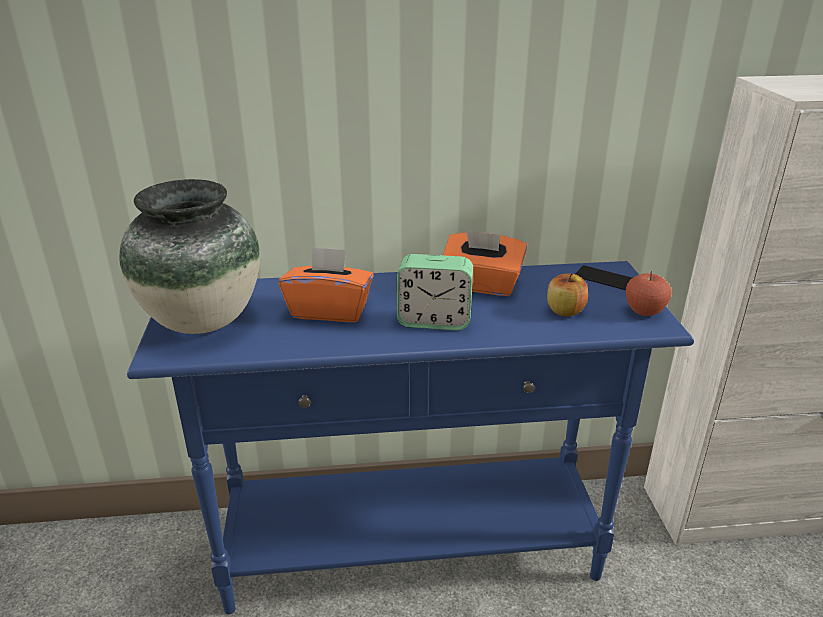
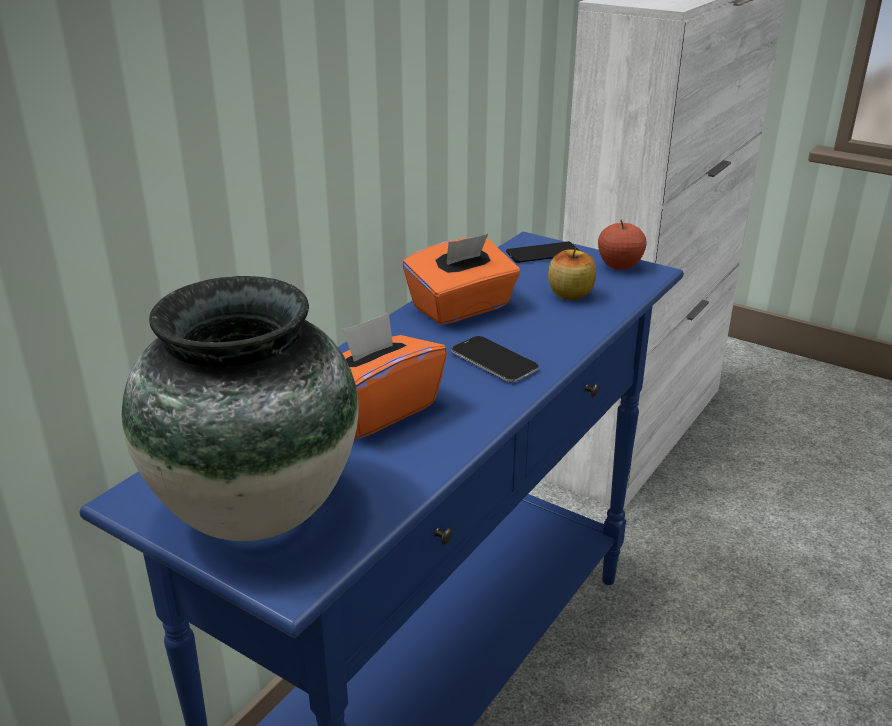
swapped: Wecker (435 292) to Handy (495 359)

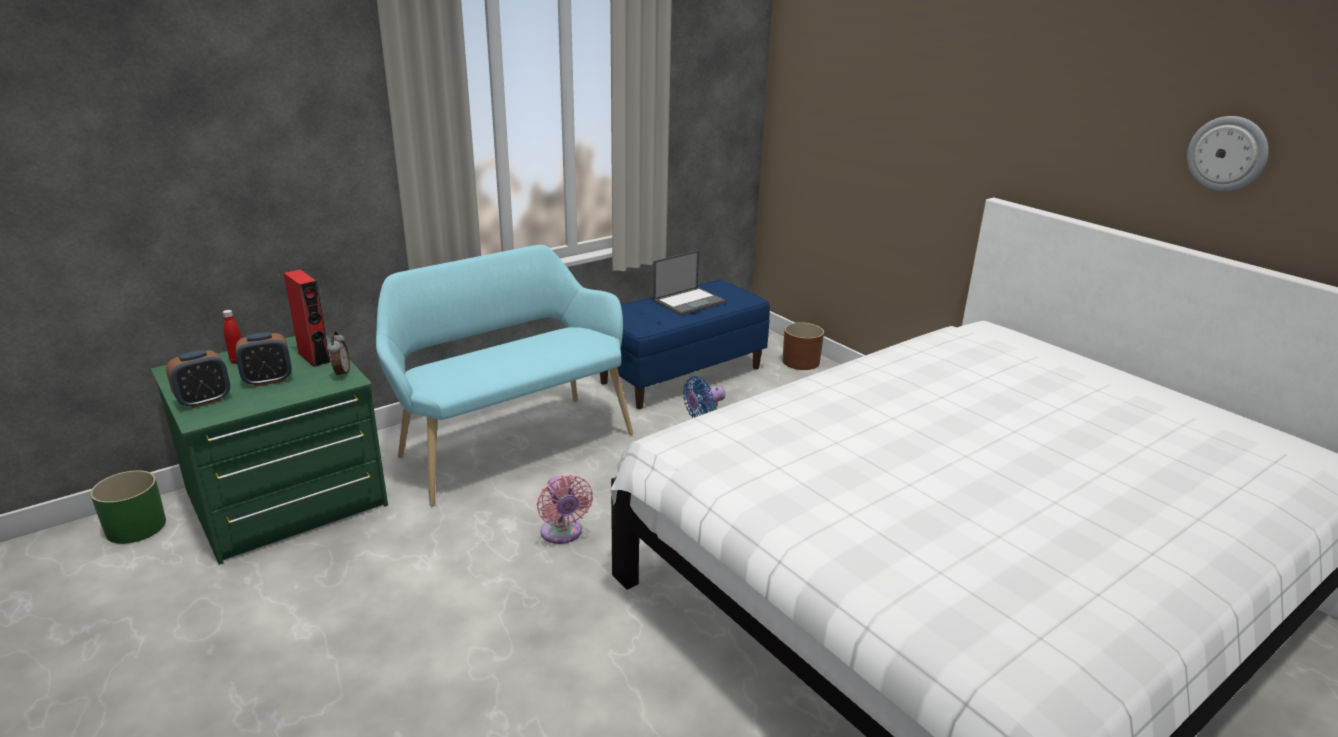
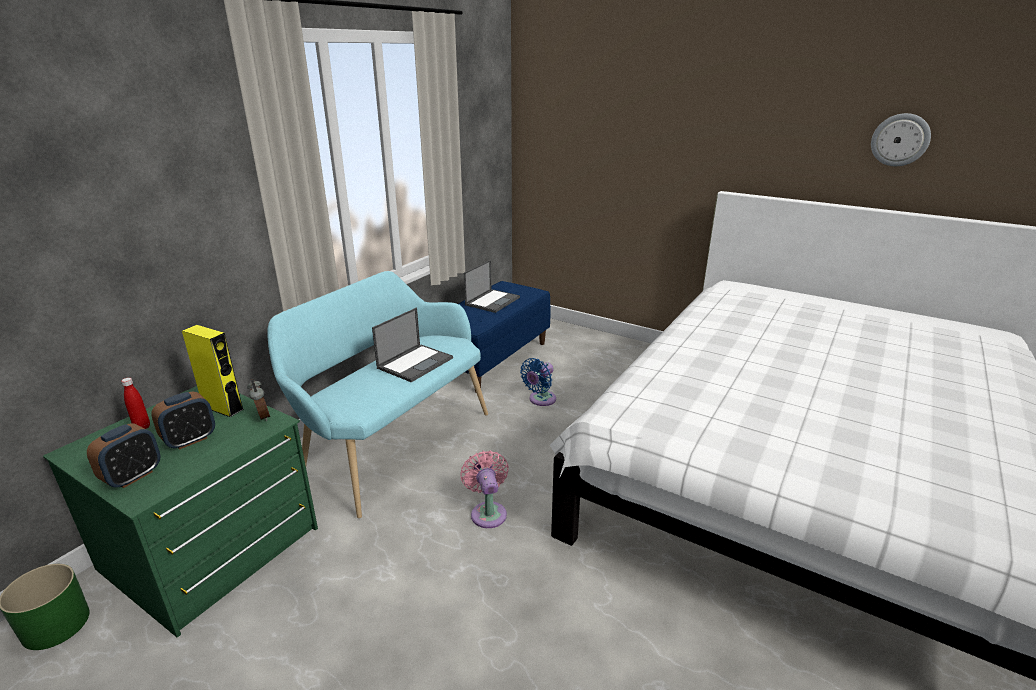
gone: Pflanzkübel/braun (803 346)
new: Laptop (412 344)
repainted: Lautsprecher/rot (307 318) to Lautsprecher/gelb (213 371)
rotated: Ventilator/rosa (565 509) = (484 489) 150 degrees counterclockwise

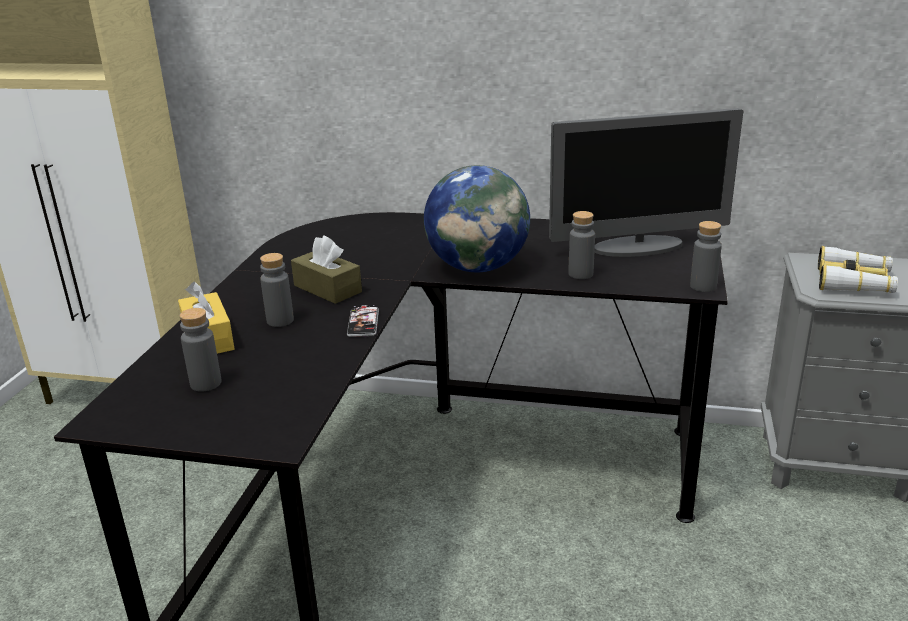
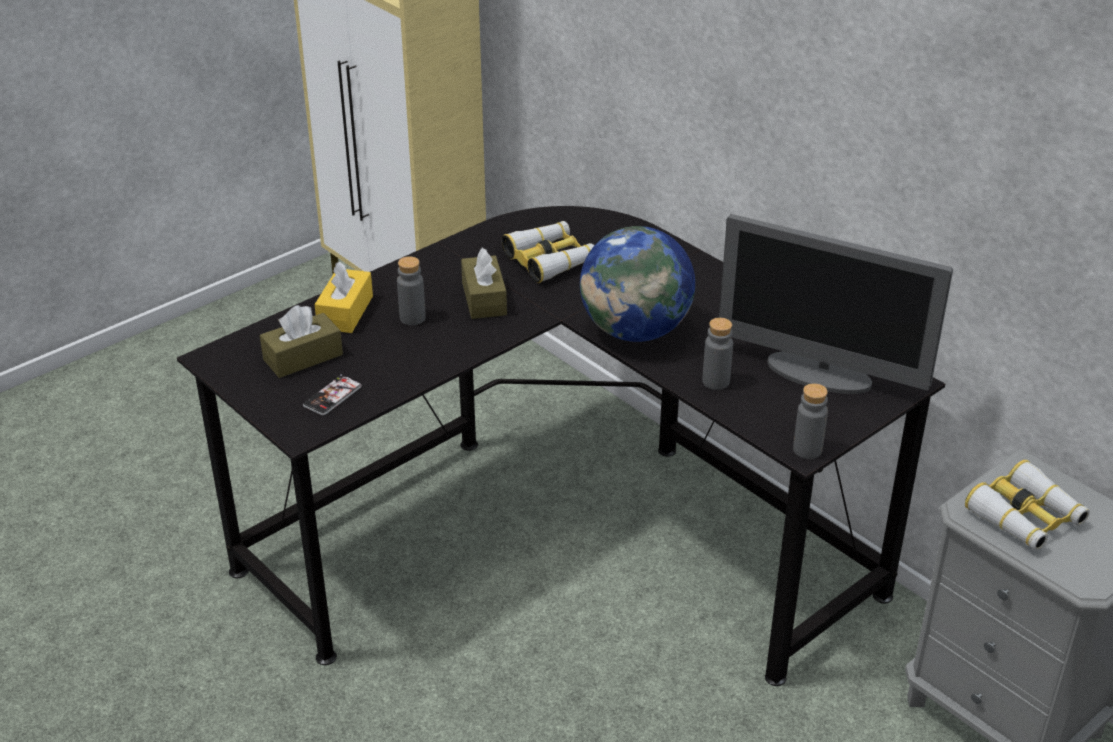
new: Fernglas (548 252)
shifted: Handy (363 321) to (332 395)
swapped: Flasche/grau (200 350) to Taschentuchbox/braun (301 341)

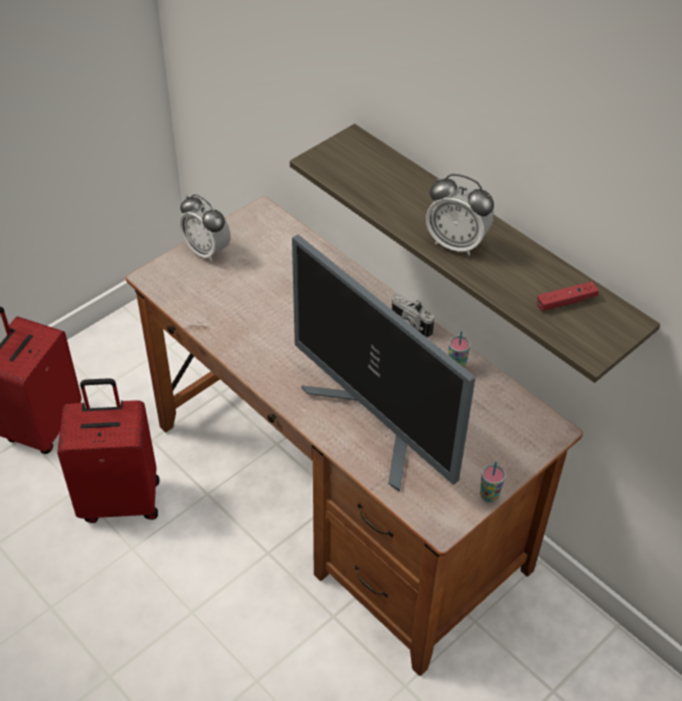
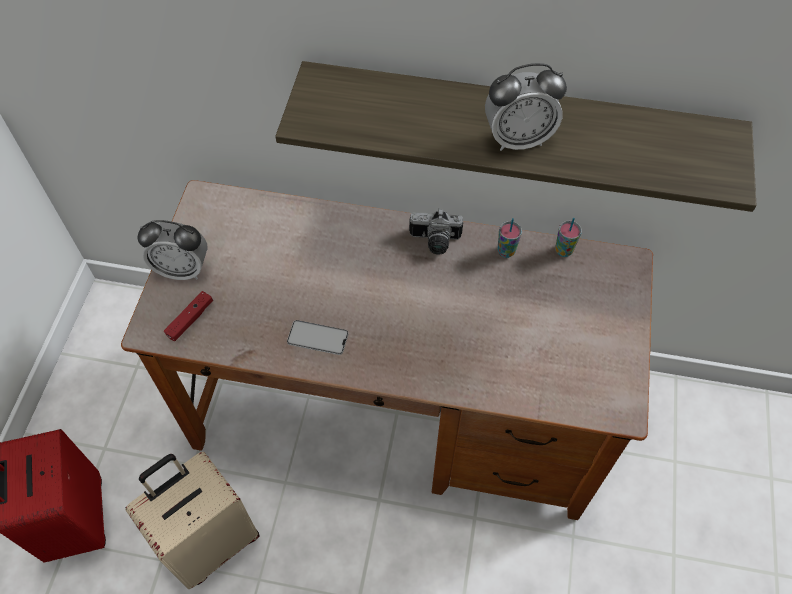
gone: Monitor (383 363)
new: Handy (317 337)
shifted: Tasse (493 482) to (568 237); Gamepad/rot (568 296) to (188 316)
repainted: Koffer/rot (108 450) to Koffer/beige (192 520)

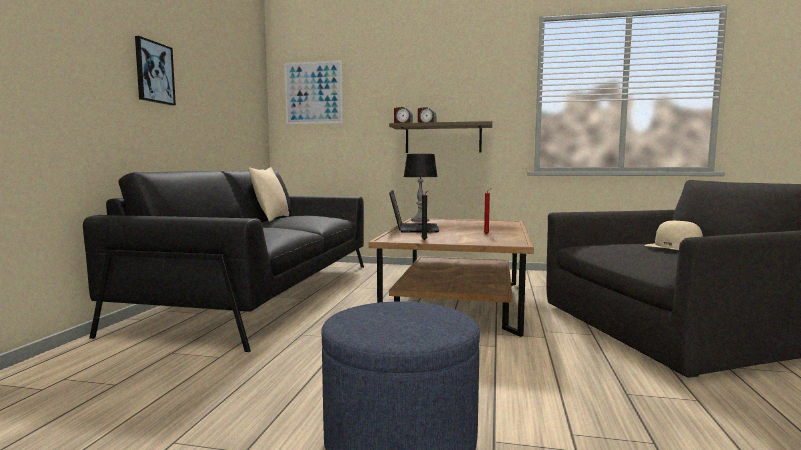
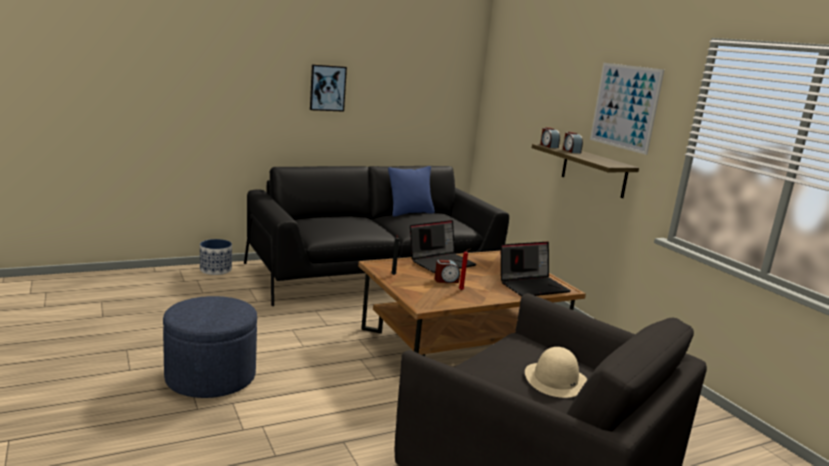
gone: Tischlampe (420 188)
new: Pflanzkübel (216 257); Wecker (447 271); Laptop (536 269)
shifted: Bild (314 92) to (627 109)
repainted: Kissen/beige (269 194) to Kissen/blau (411 191)

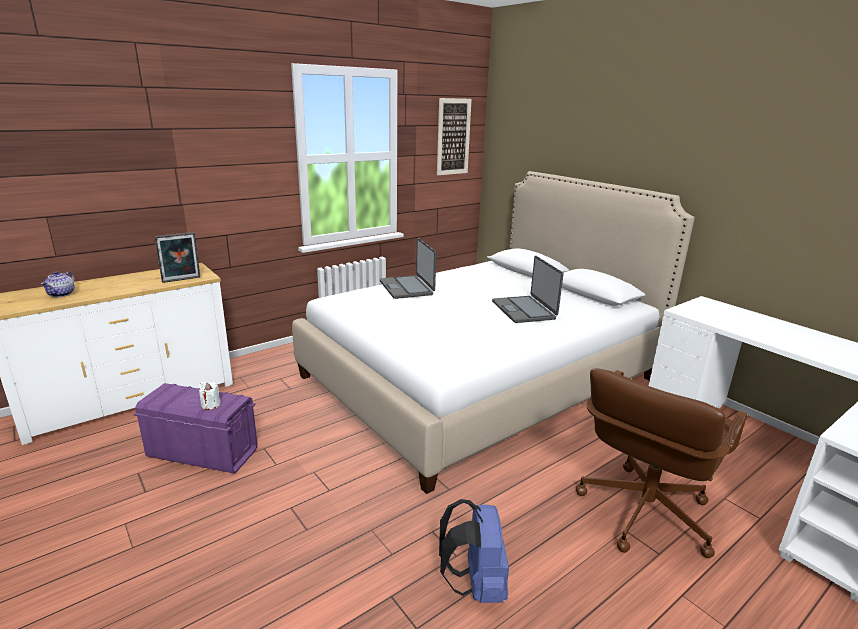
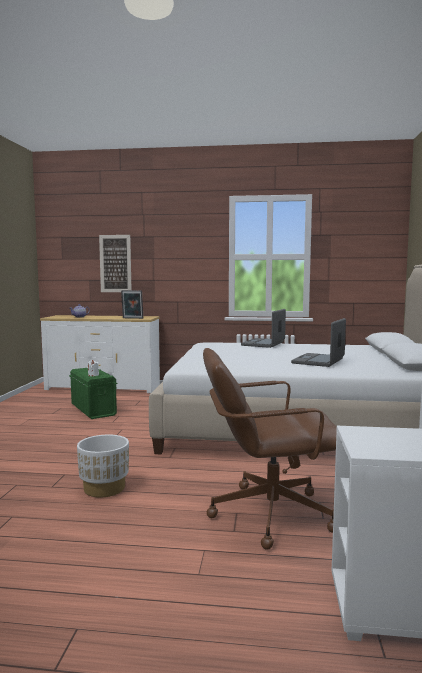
shifted: Bild (454 136) to (115 263)
swapped: Rucksack/blau (474 551) to Pflanzkübel/weiß (103 466)
repainted: Aufbewahrungsbox/lila (196 428) to Aufbewahrungsbox/grün (93 393)

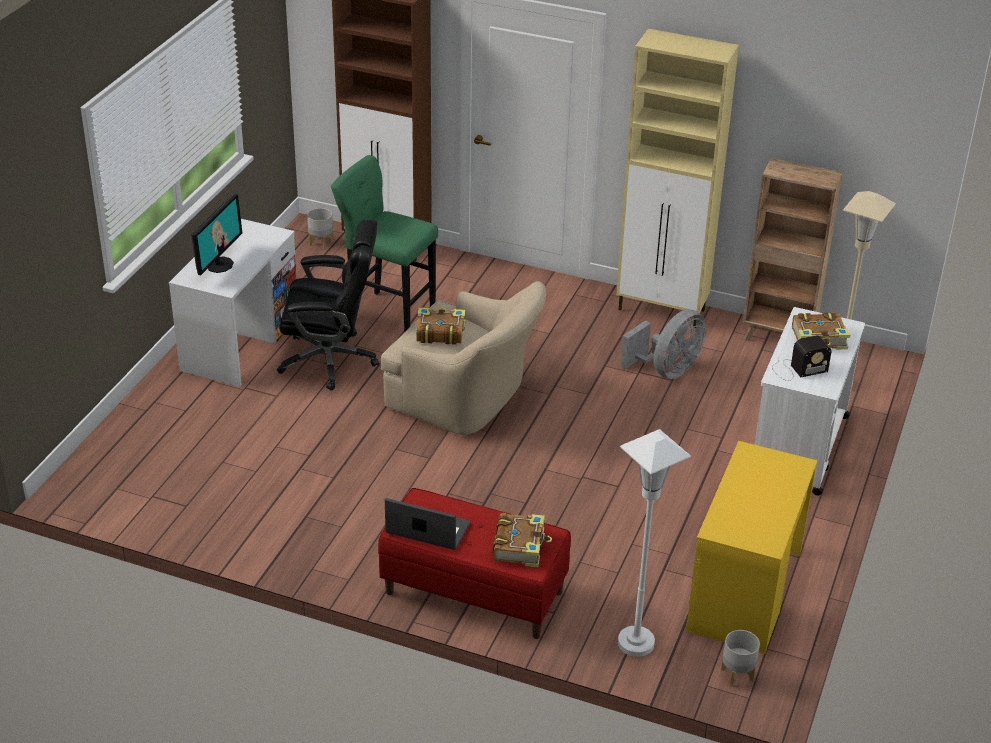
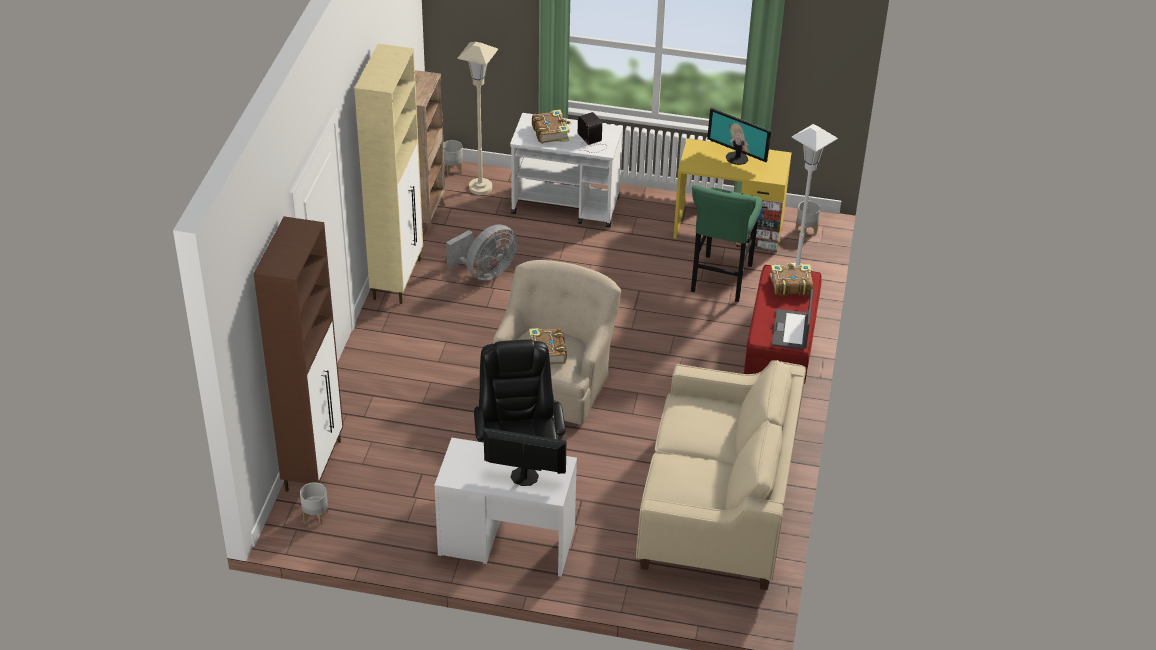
new: Pflanzkübel/grau (453 158); Sofa/beige (721 475); Monitor (739 136)
shifted: Hocker/grün (384 243) to (726 243)
rotated: Ventilator/grau (663 344) = (481 252) 105 degrees clockwise

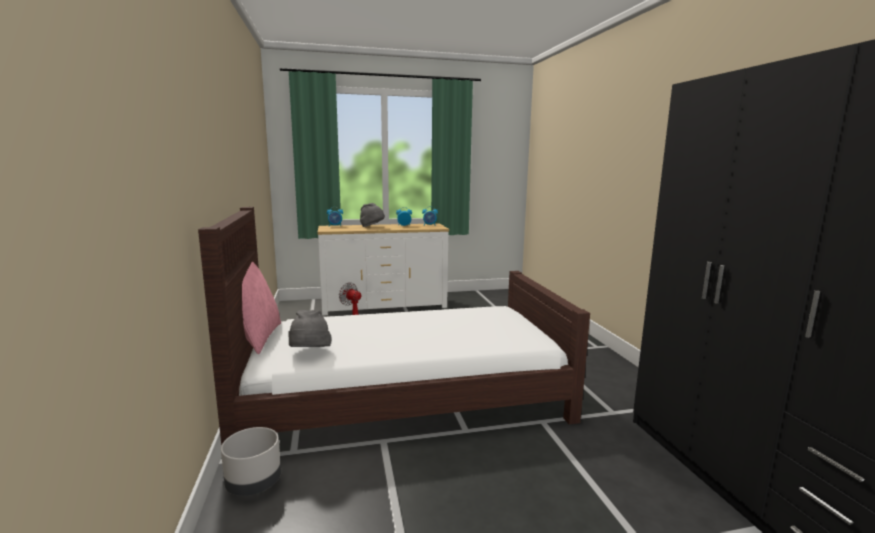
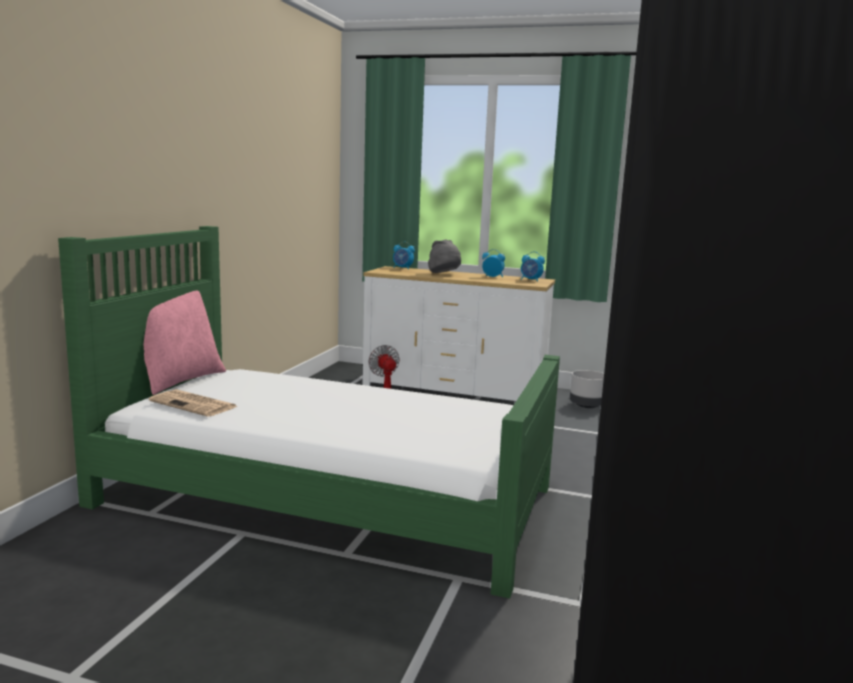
shifted: Pflanzkübel/grau (251 461) to (587 389)
swapped: Hut/grau (310 328) to Zeitung (193 403)
repainted: Bett/braun (394 326) to Bett/grün (309 412)

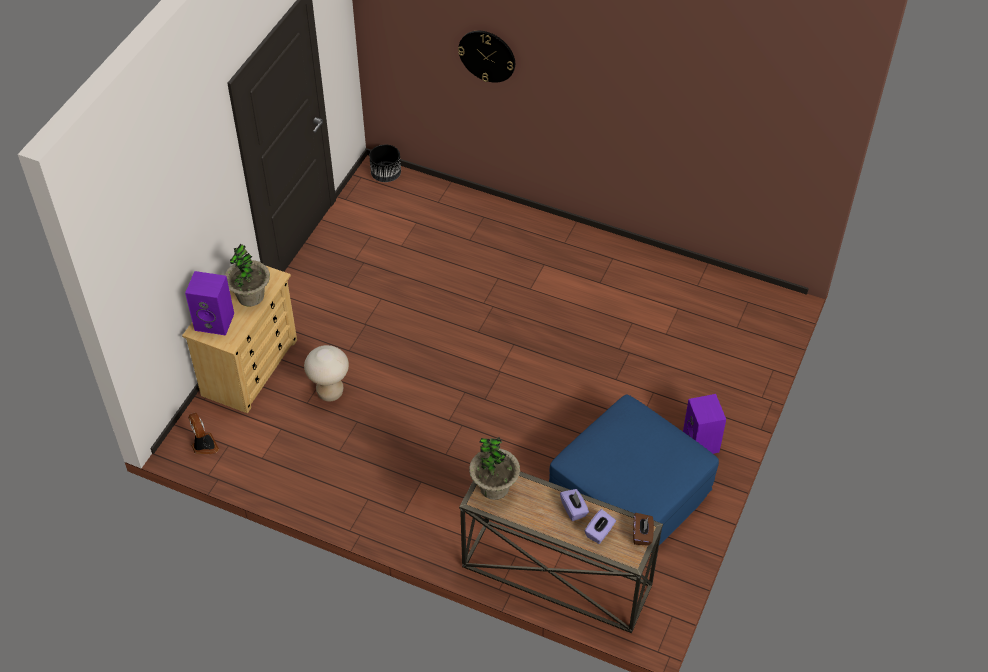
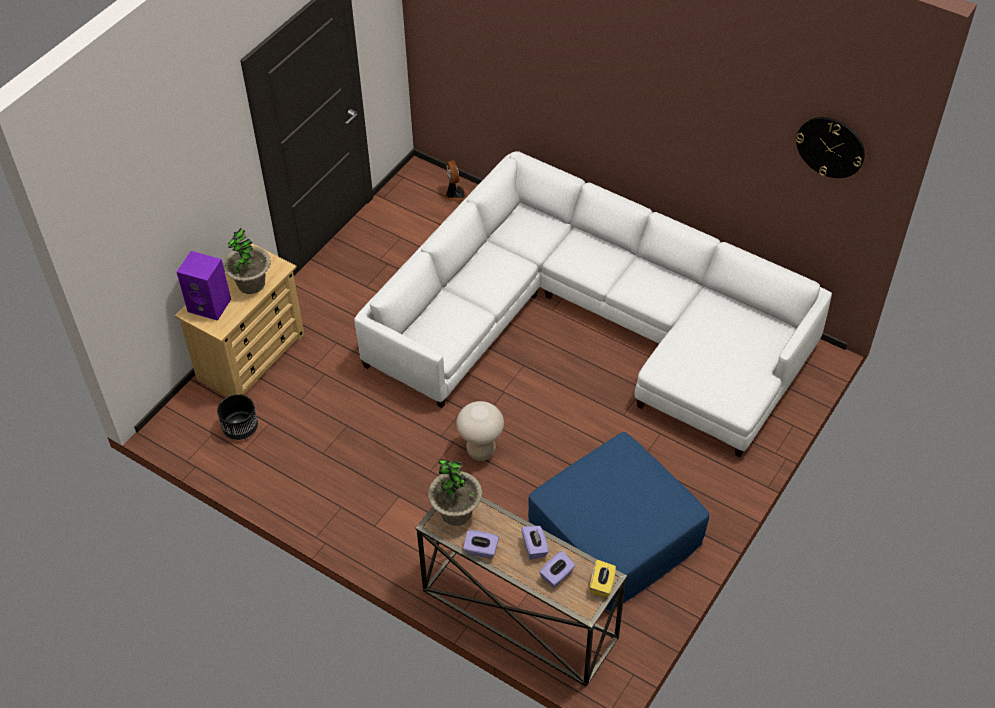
gone: Lautsprecher/lila (704 424)
new: Sofa/weiß (593 304); Taschentuchbox/lila (481 544)
shifted: Ventilator (203 433) to (455 181); Hocker/beige (326 373) to (480 431); Pflanzkübel/schwarz (385 163) to (237 417); Wanduhr (486 56) to (830 147)
repainted: Taschentuchbox/braun (643 529) to Taschentuchbox/gelb (603 578)

